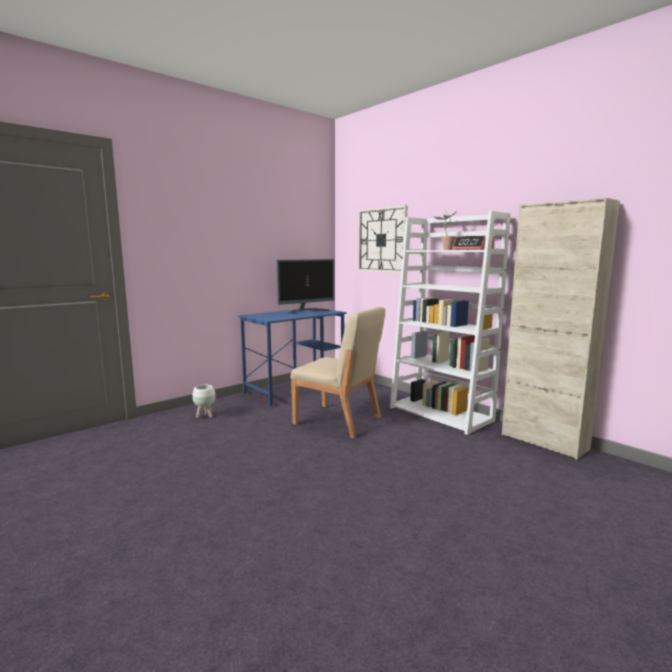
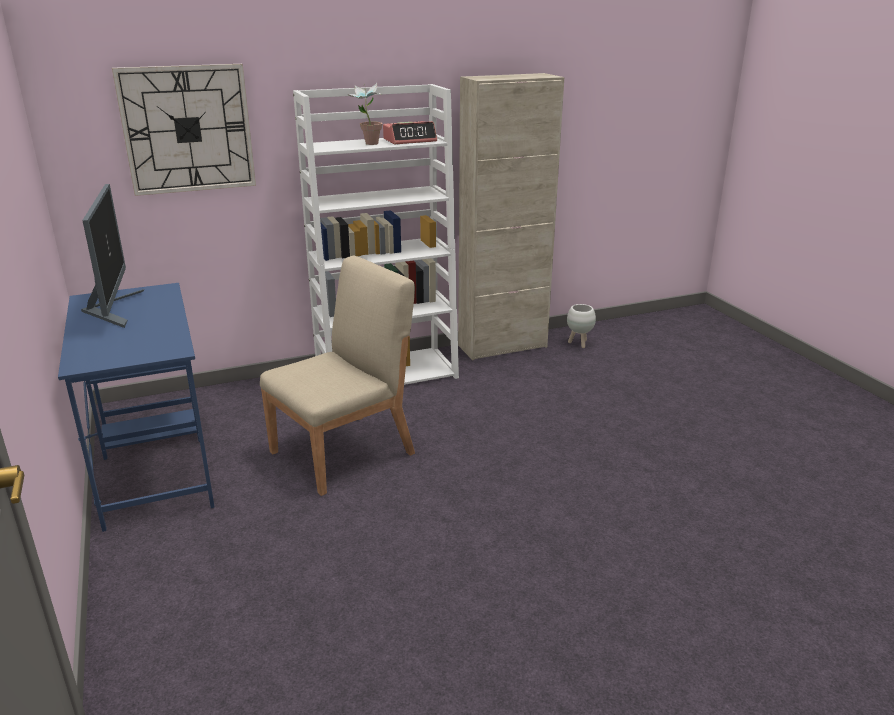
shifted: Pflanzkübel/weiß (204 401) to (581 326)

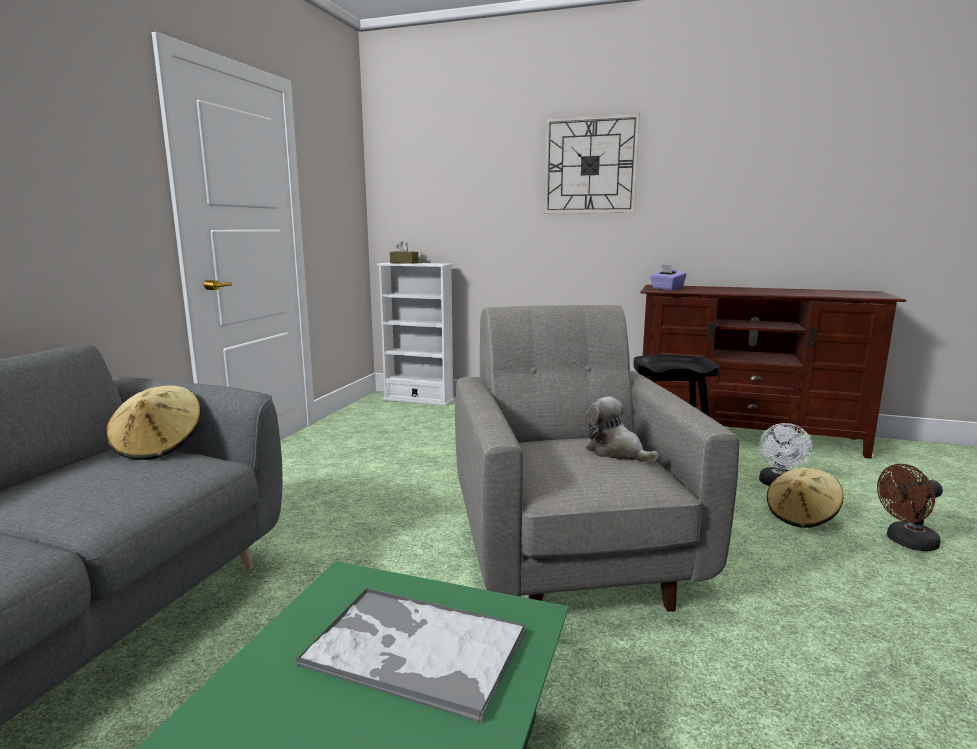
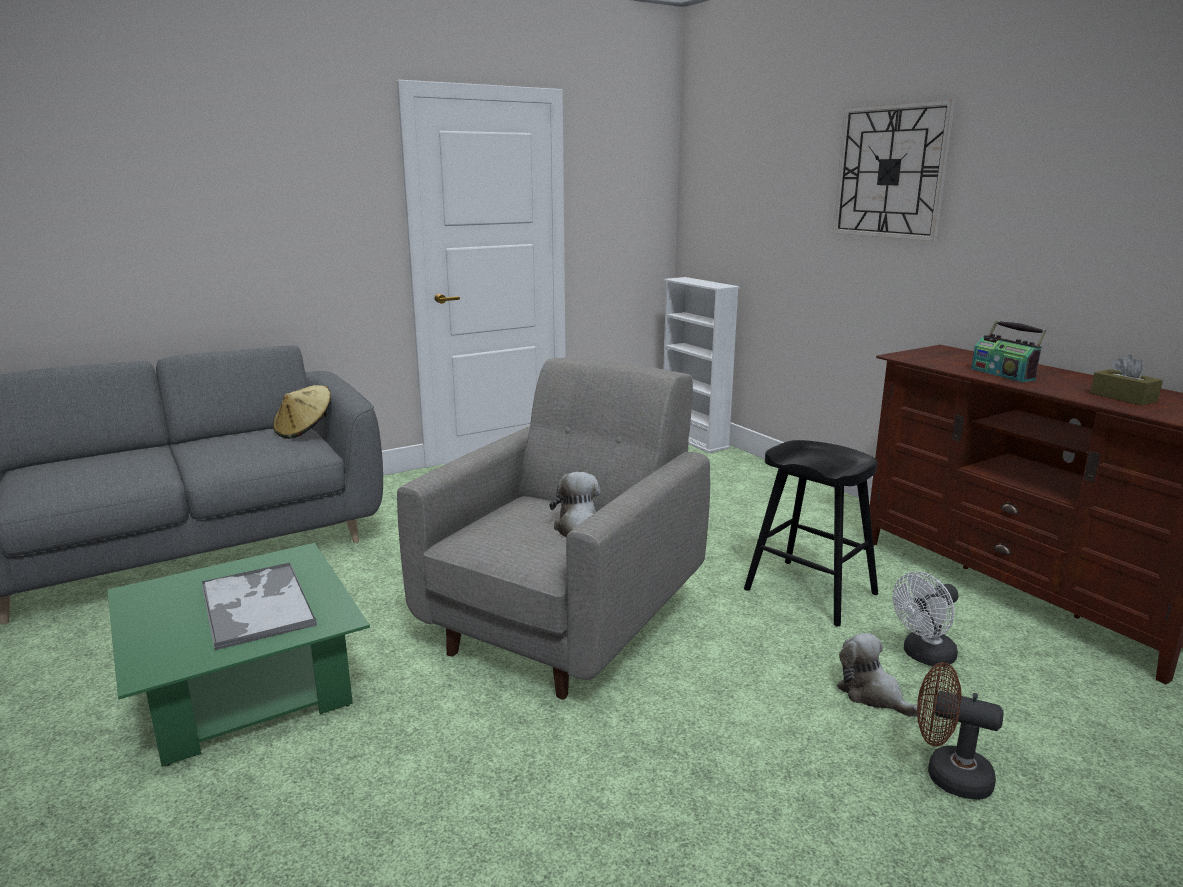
gone: Taschentuchbox/lila (668 277)
new: Radio (1009 351)
shifted: Taschentuchbox/braun (404 252) to (1126 380)
swapped: Hut/beige (805 498) to Plüschtier (877 675)

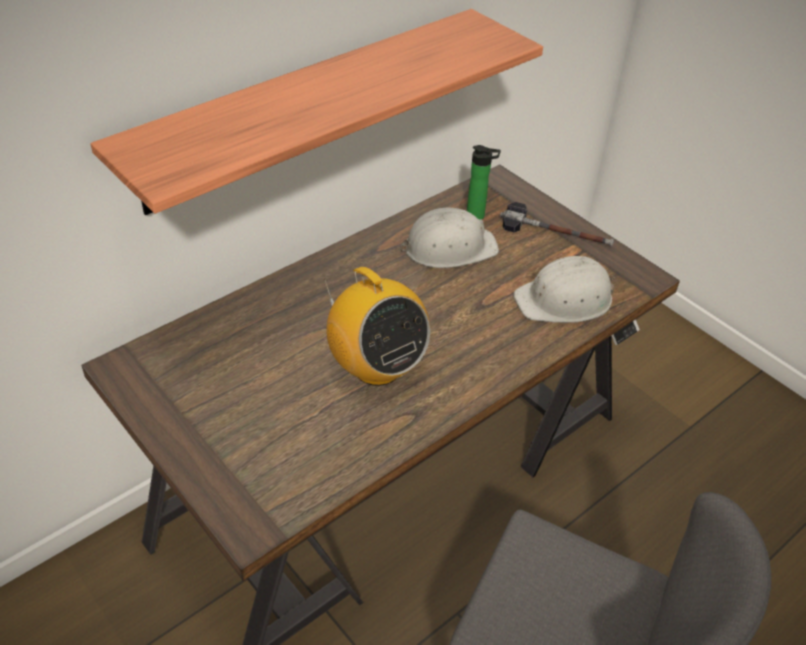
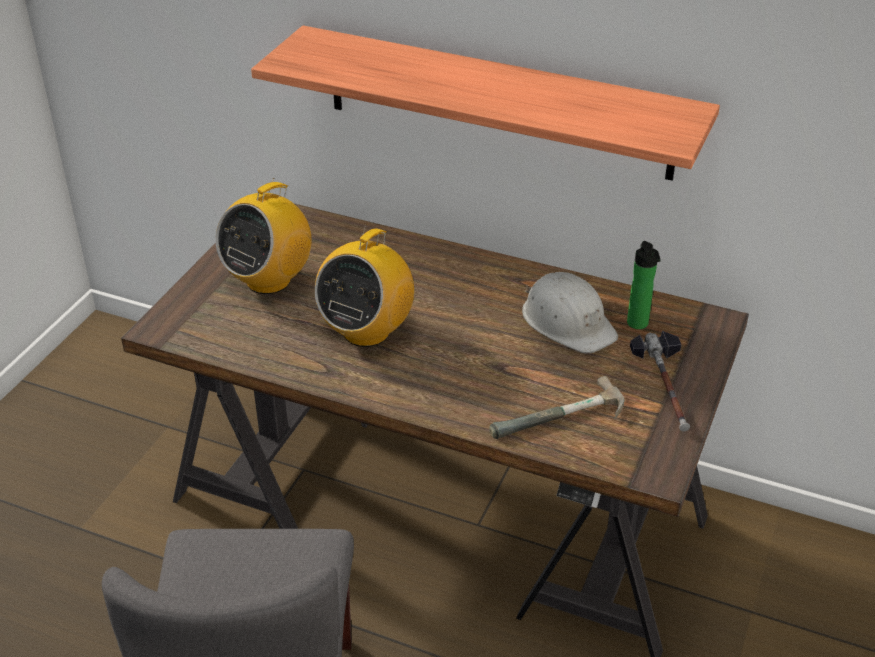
new: Radio (263 236)
swapped: Schutzhelm/weiß (564 289) to Hammer (557 407)

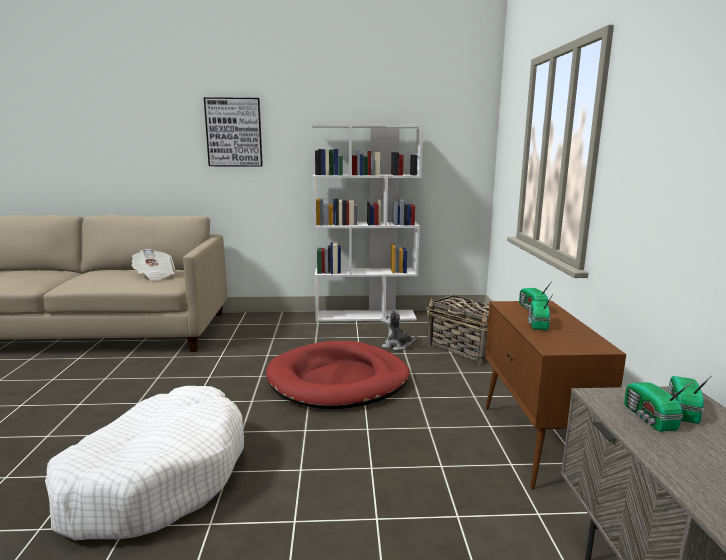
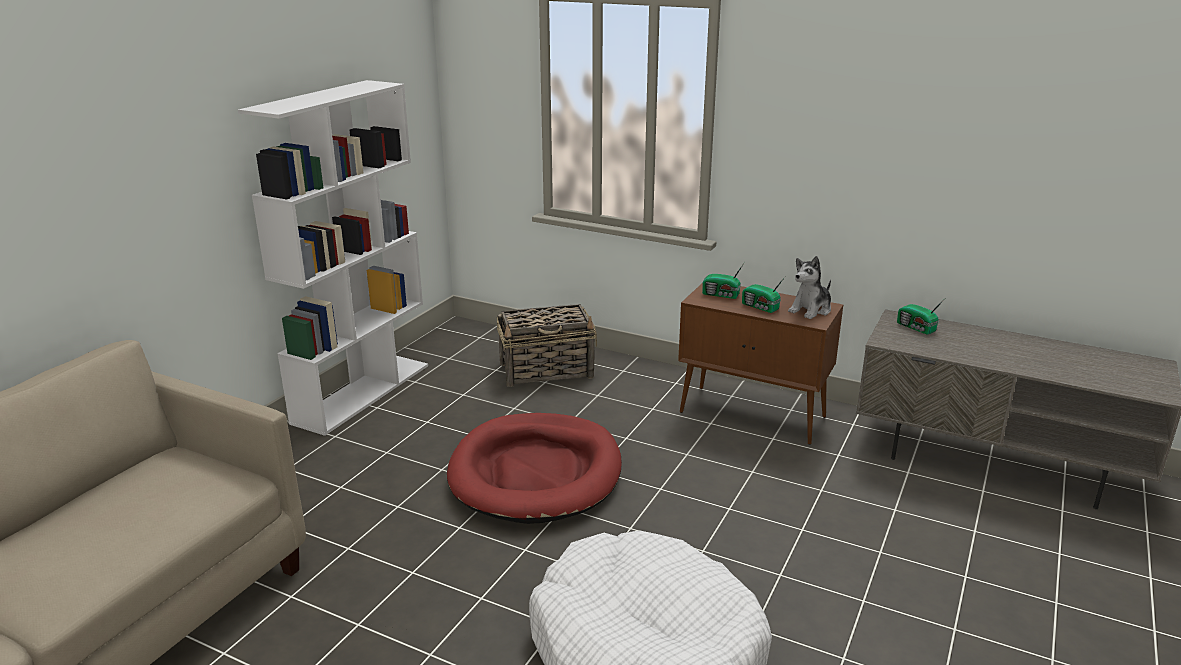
gone: Zeitung (153 265); Bild (233 132); Radio (658 406)
shifted: Plüschtier (399 329) to (809 287)

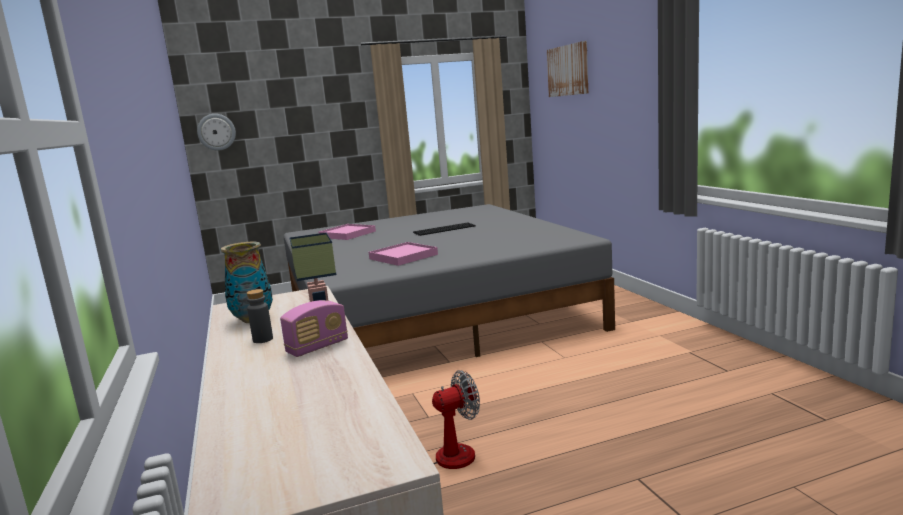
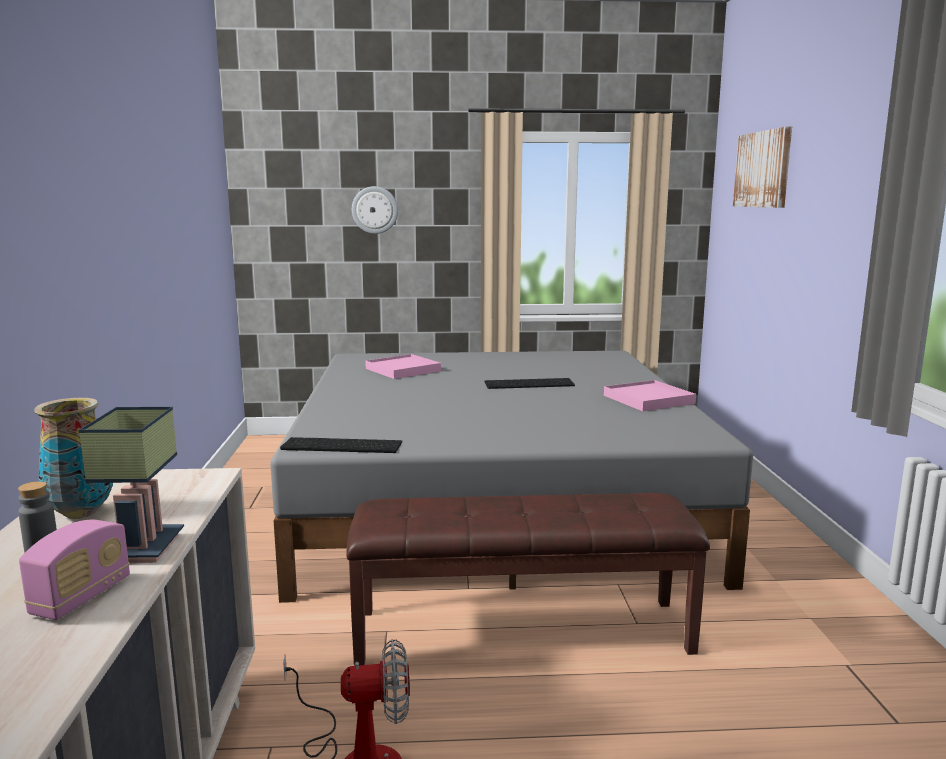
new: Tastatur (341 445); Bank/braun (528 579)
shifted: Wanduhr (216 132) to (375 210); Tablett/rosa (403 254) to (650 395)
rotated: Radio (314 328) = (74 570) 45 degrees counterclockwise

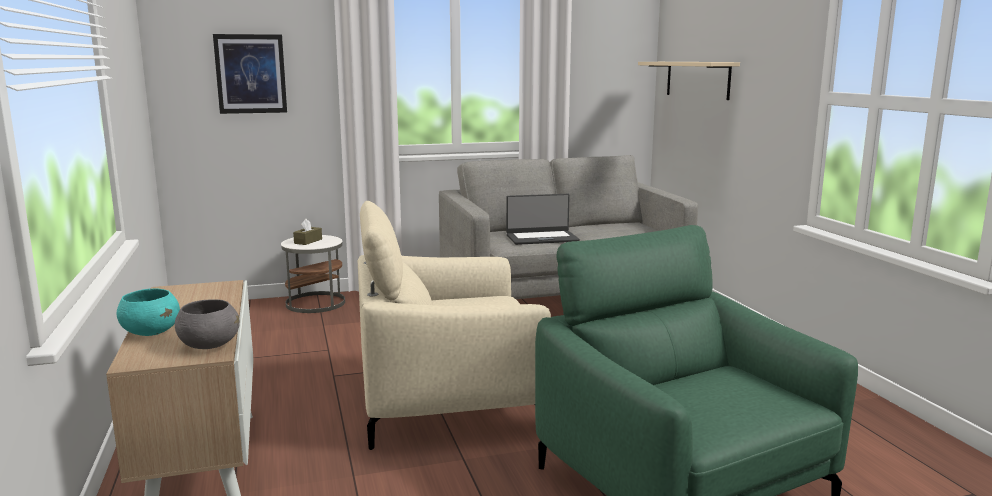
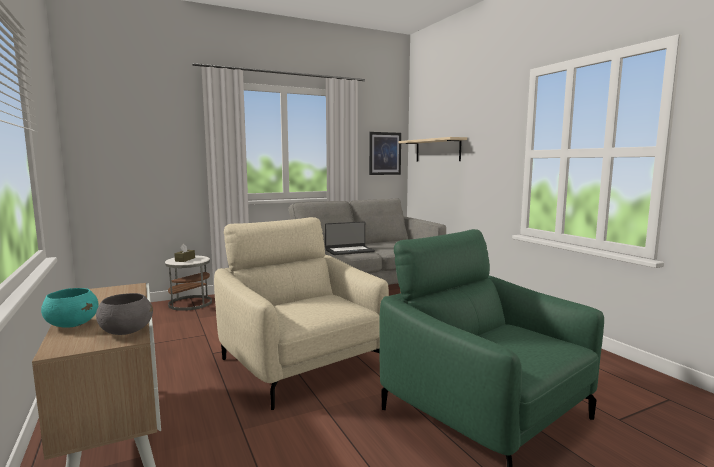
shifted: Bild (250 74) to (385 153)
rotated: Sessel/beige (454 325) = (301 313) 75 degrees clockwise

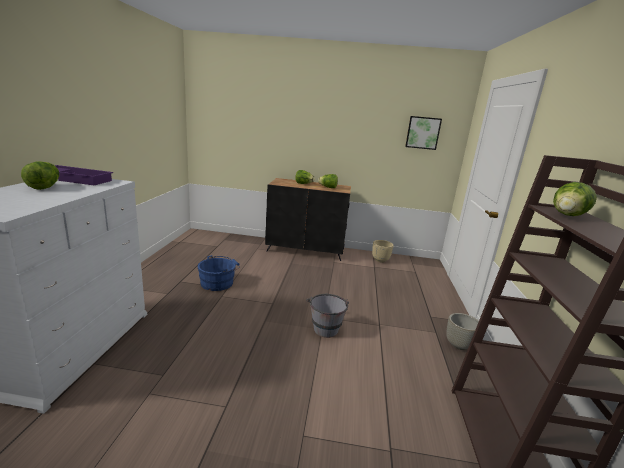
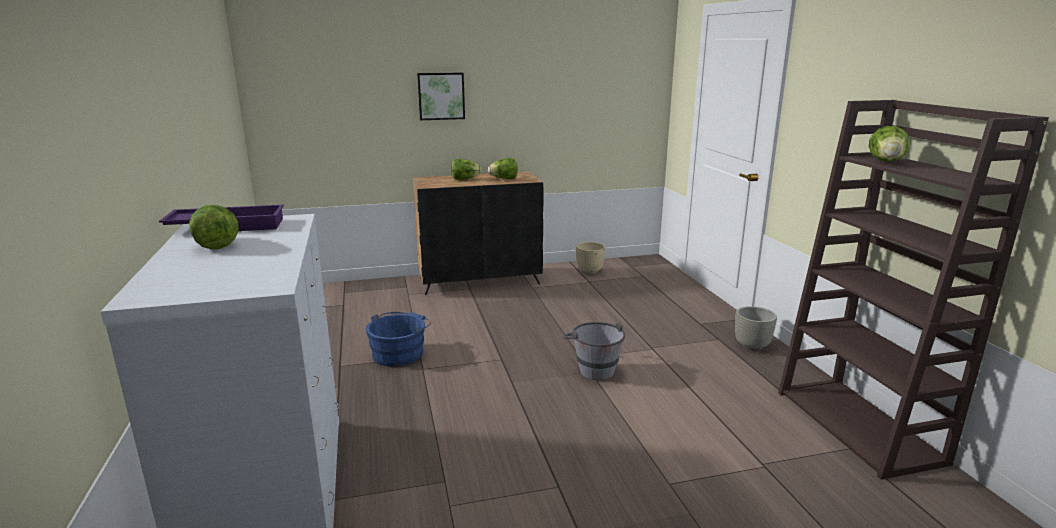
shifted: Bild (423 133) to (441 96)

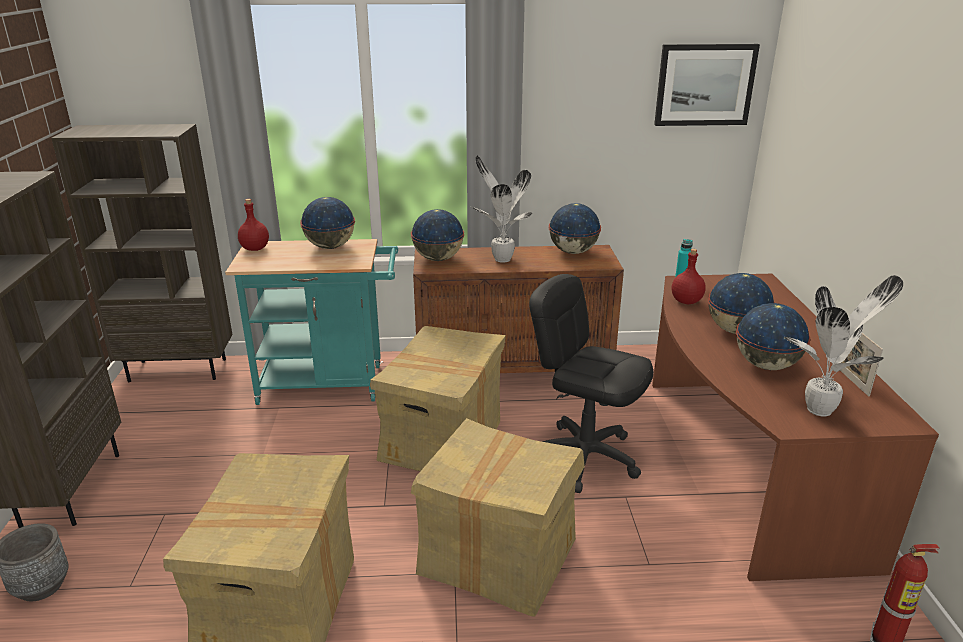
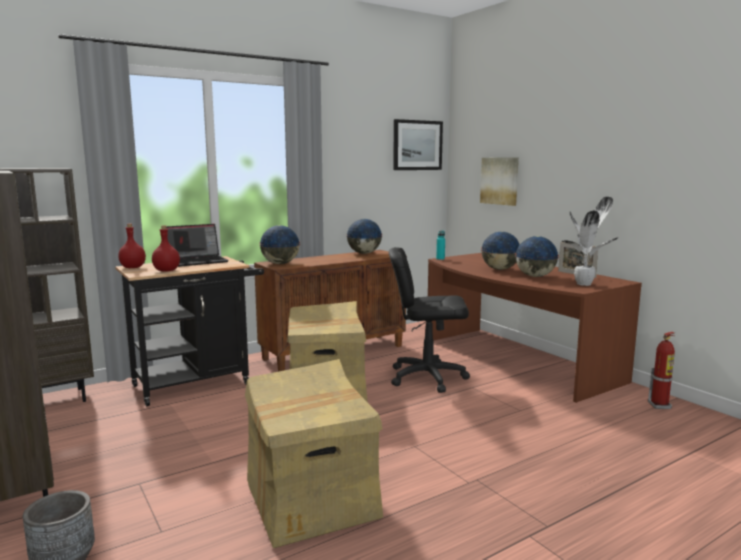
gone: Karton (498 517); Topfpflanze (501 209)
new: Bild (499 181)
shifted: Flasche/rot (689 276) to (166 248)
swapped: Globus (327 223) to Laptop (197 245)
repainted: Rollwagen/türkis (311 322) to Rollwagen/schwarz (189 331)

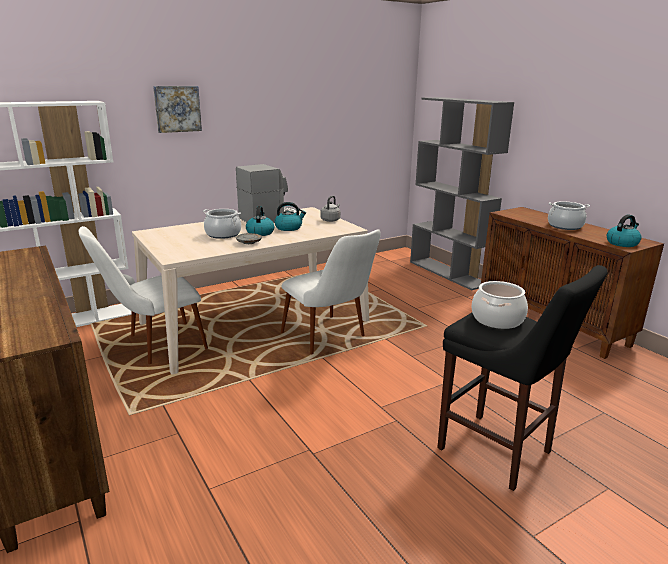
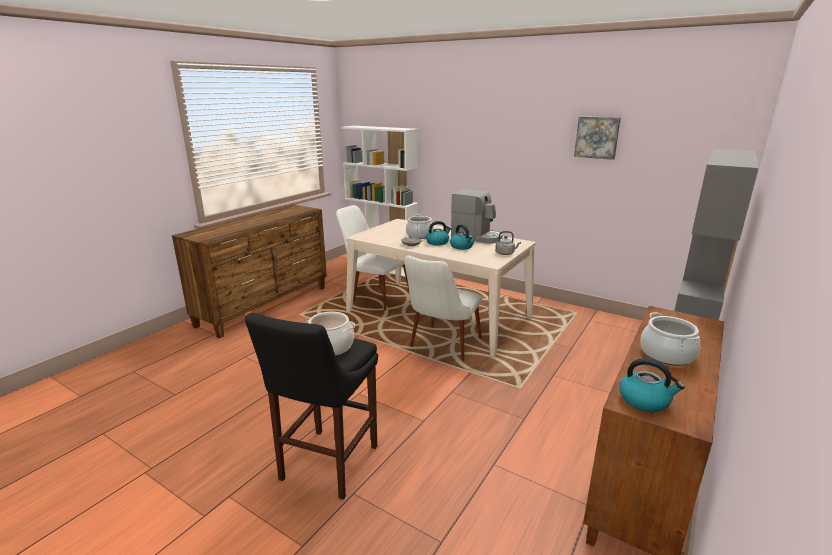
shifted: Bild (177 109) to (597 138)

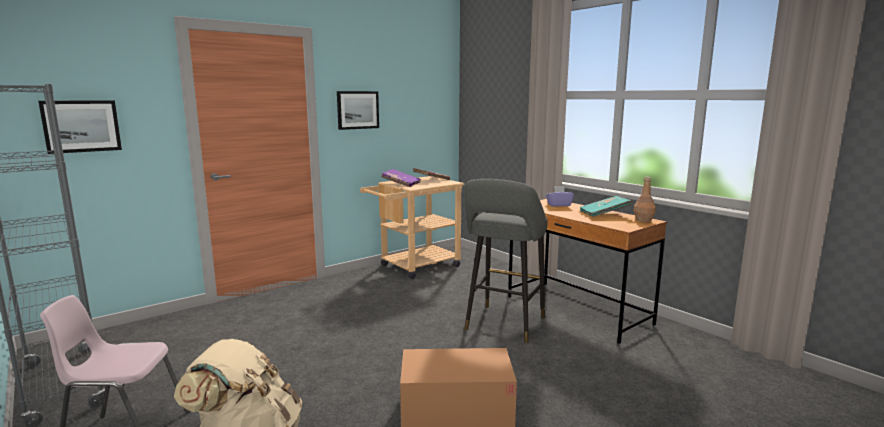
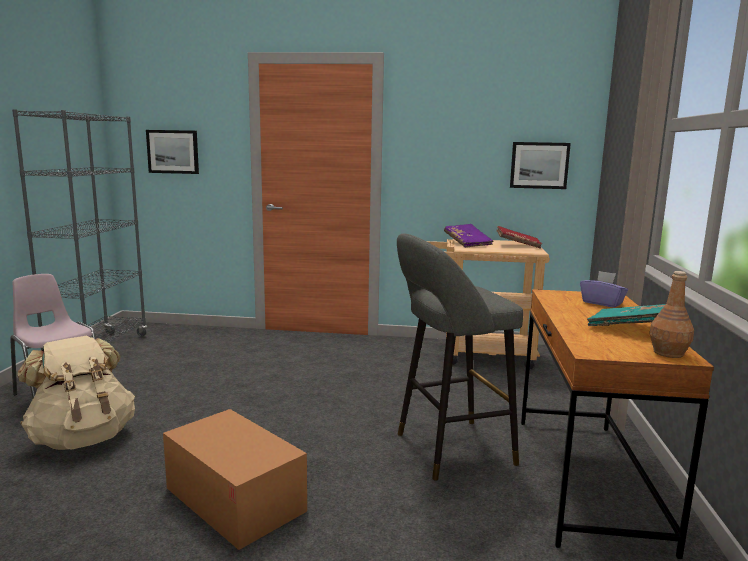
shifted: Bild (358 110) to (540 165)

